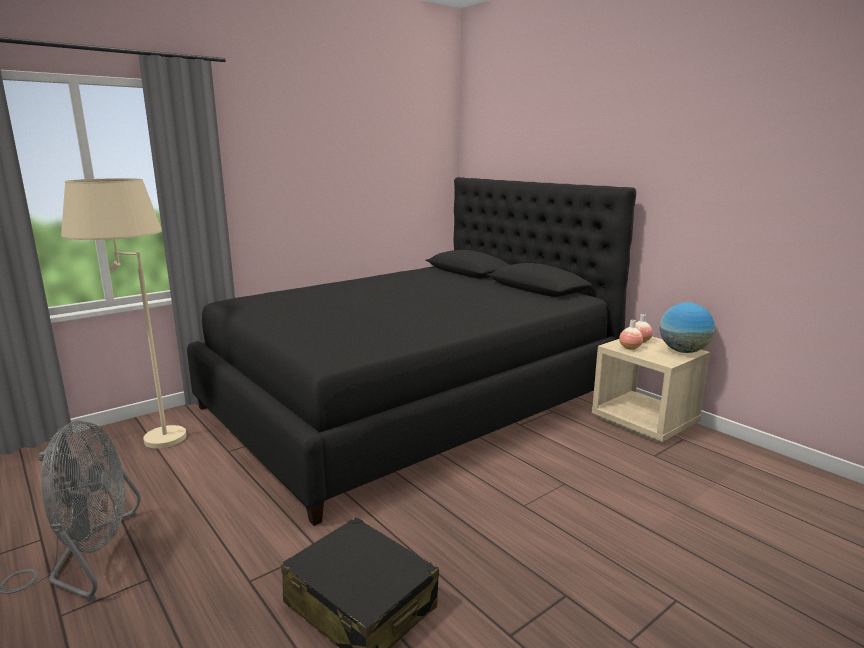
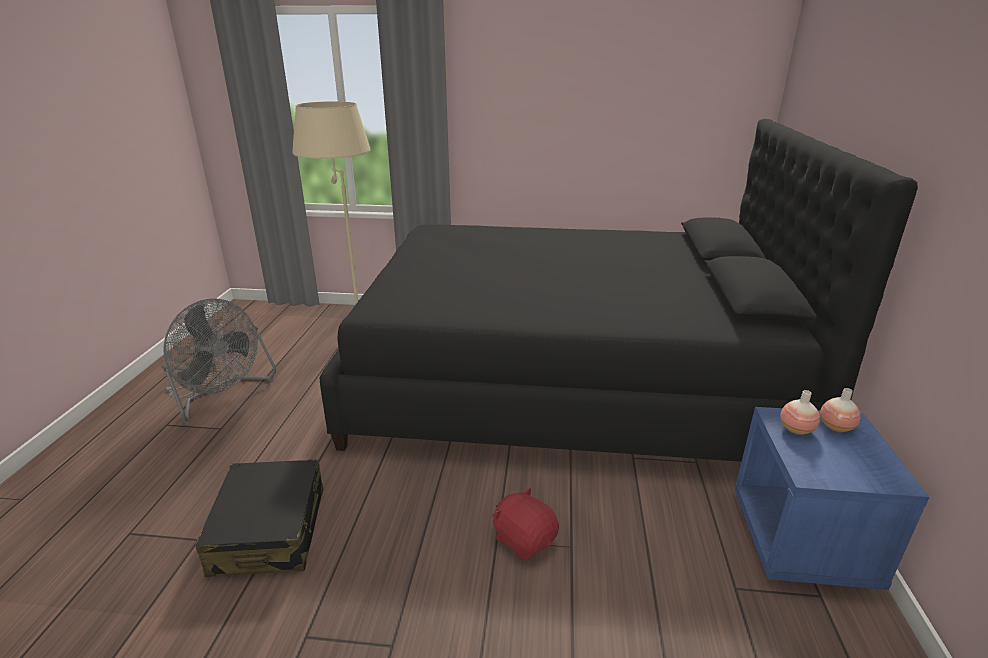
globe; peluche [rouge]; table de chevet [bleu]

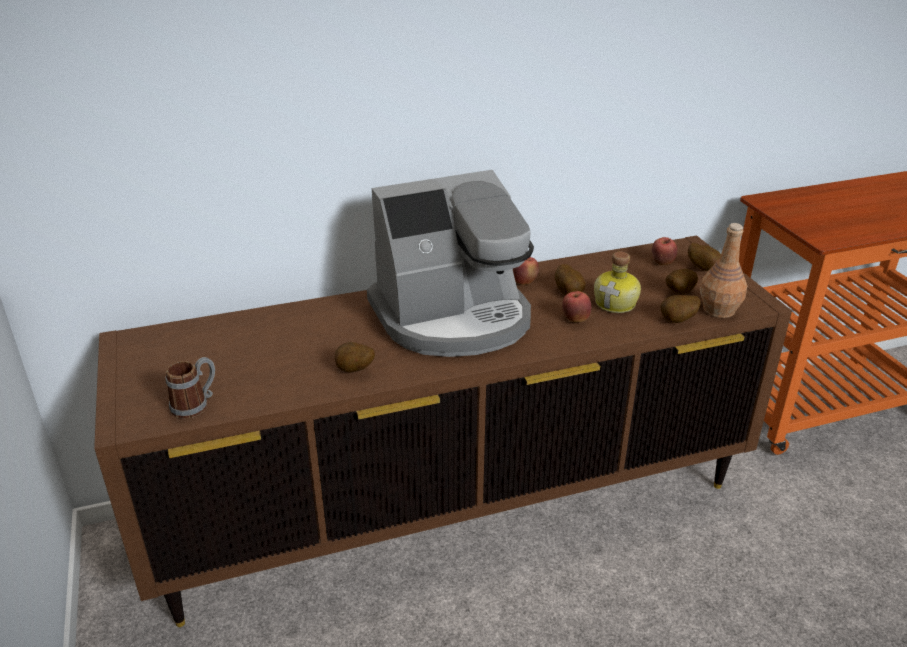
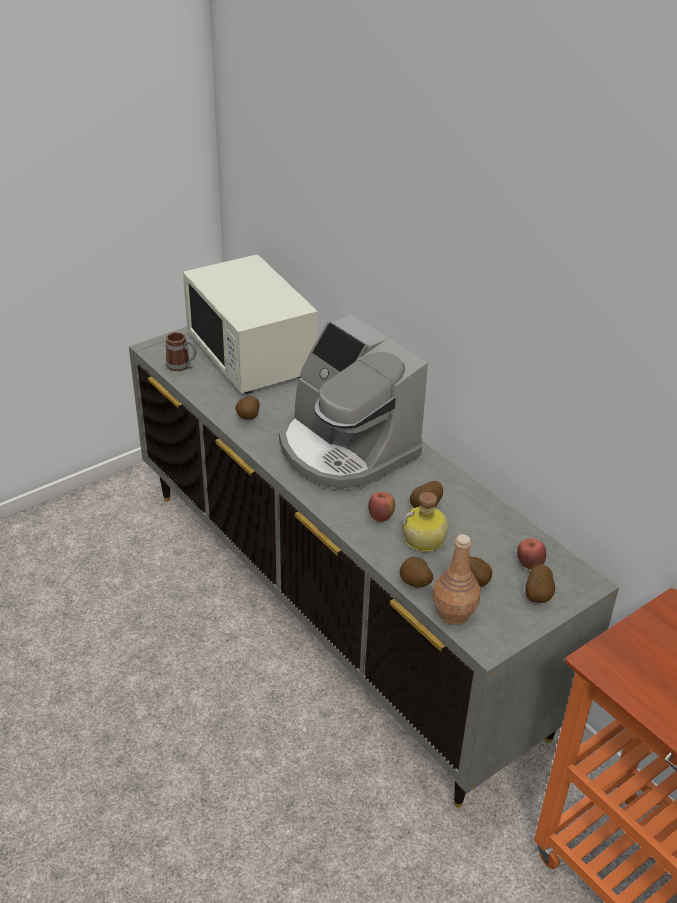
pomme (no. 1 from left in the first image); micro-ondes [blanc]; meuble de rangement [gris]

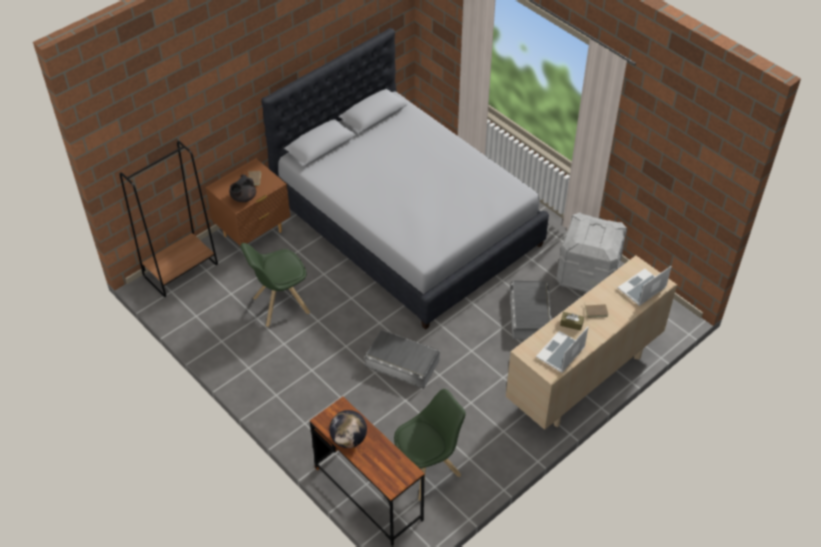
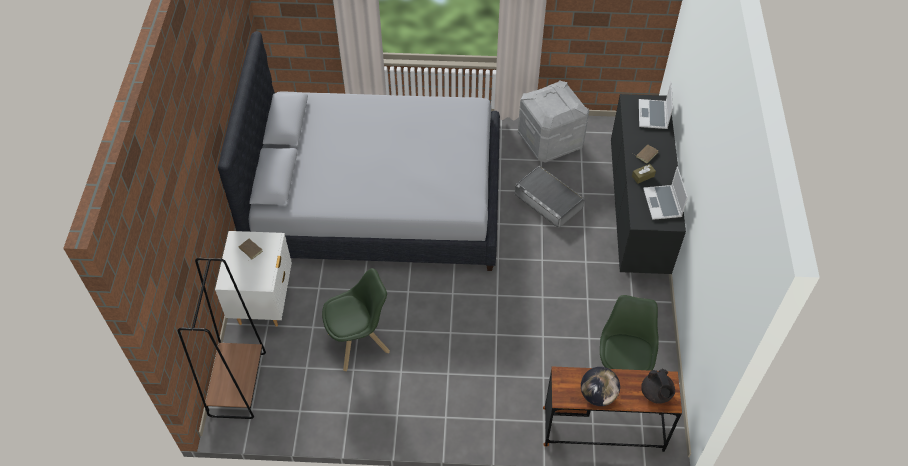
boîte de rangement [gris] (no. 1 from left in the first image); théière [noir]; table de chevet [blanc]; commode [noir]; chaise [vert] (no. 1 from left)

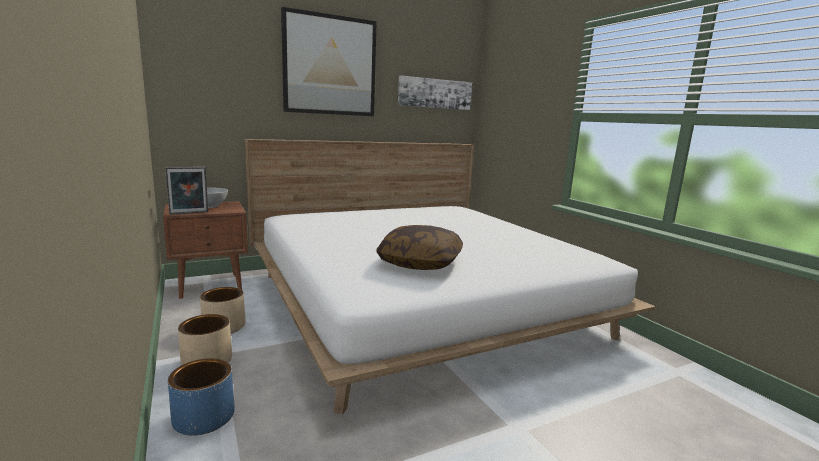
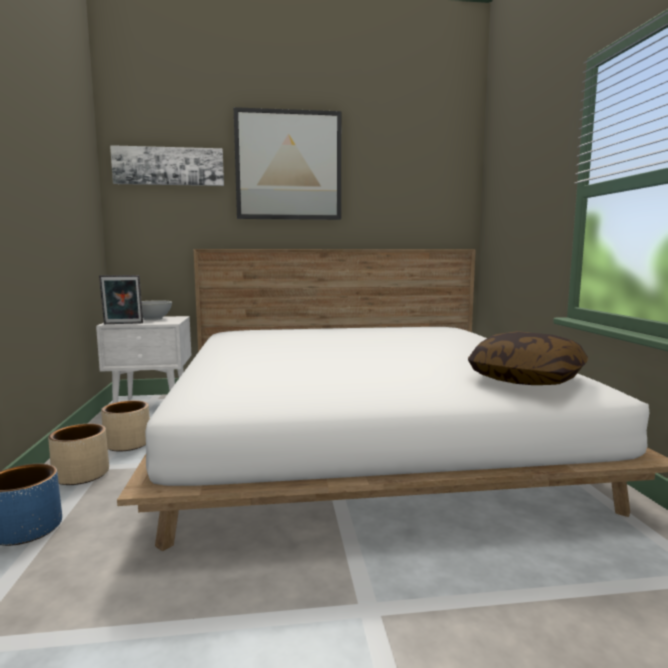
coussin; tableau (no. 1 from left); table de chevet [blanc]

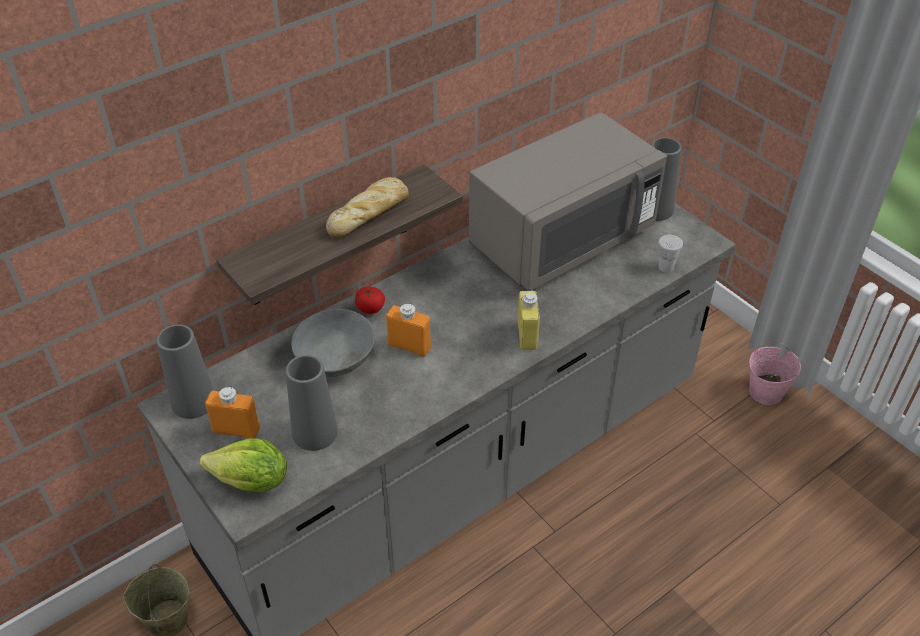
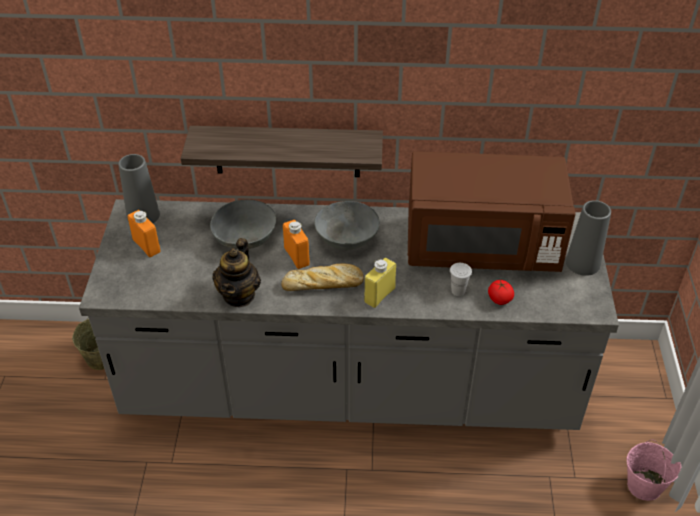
laitue; vase [gris] (no. 2 from left in the first image); théière; bol [gris] (no. 2 from left); pain; tomate; tasse [blanc]; micro-ondes [marron]

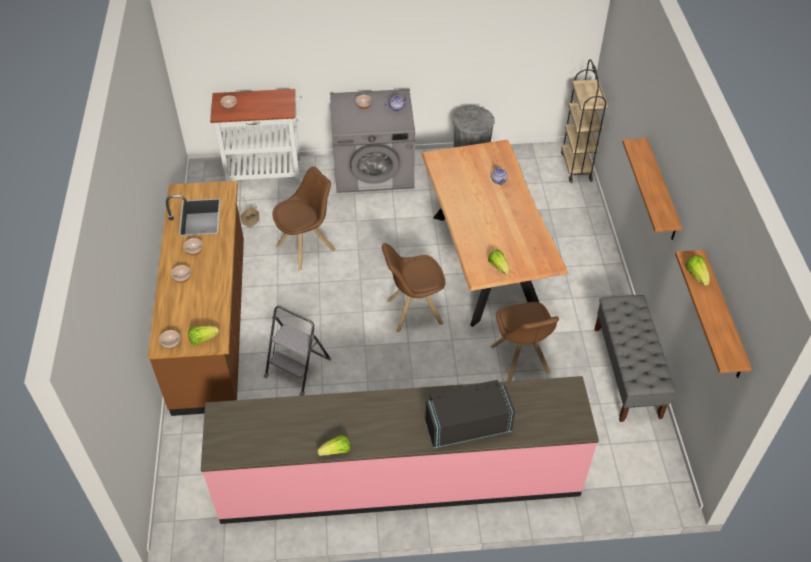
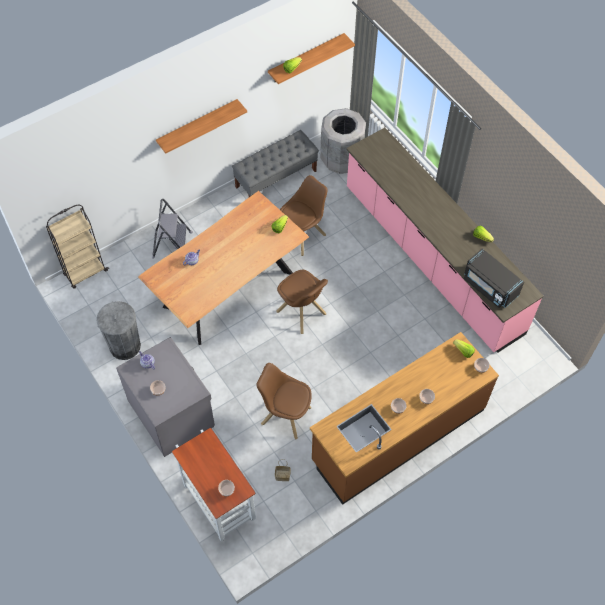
poubelle [gris] (no. 2 from left); escabeau [gris]; micro-ondes [noir]

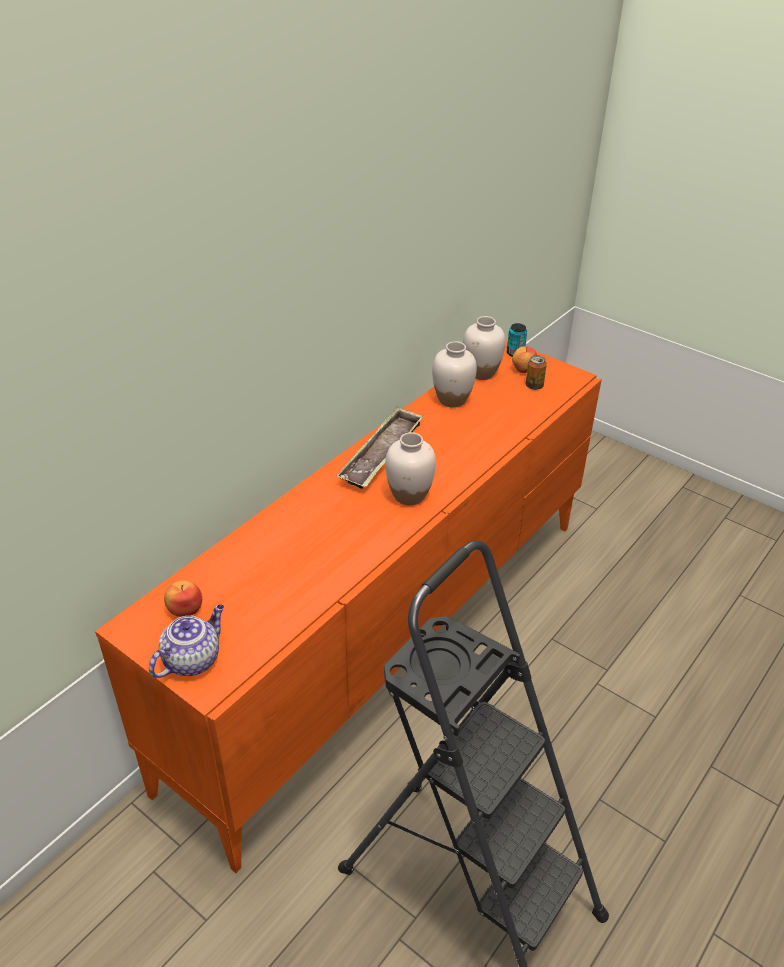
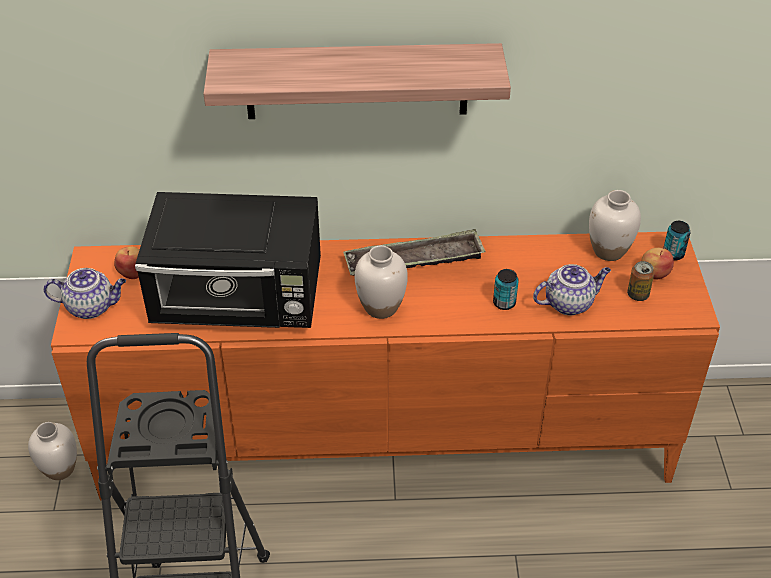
micro-ondes [noir]; étagère; boîte métallique (no. 1 from left); théière (no. 2 from left); vase [blanc] (no. 1 from left)

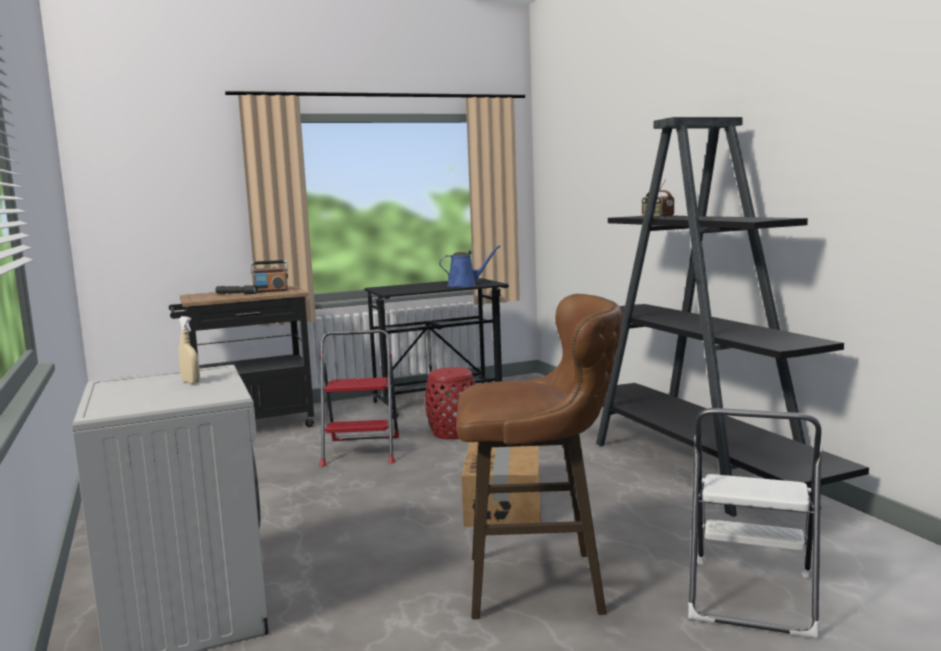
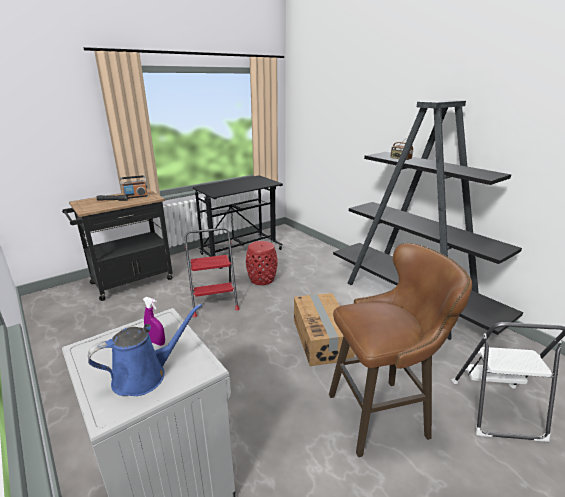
arrosoir [bleu]; vaporisateur [violet]

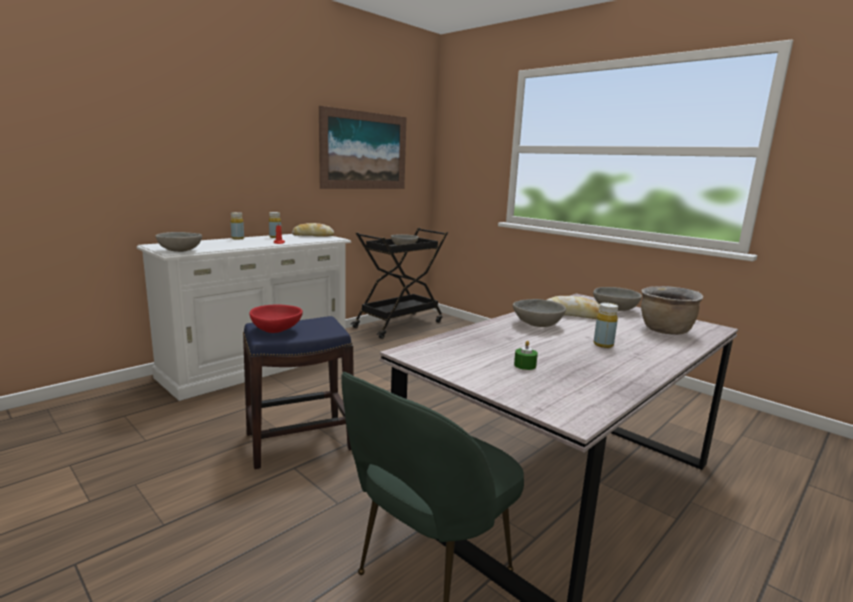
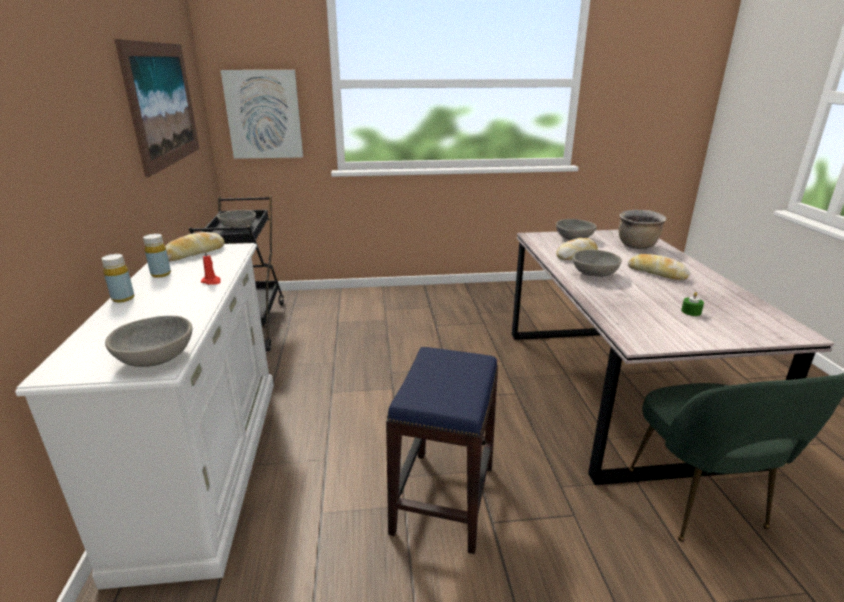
bol [rouge]; tableau (no. 2 from left); pain (no. 3 from left)

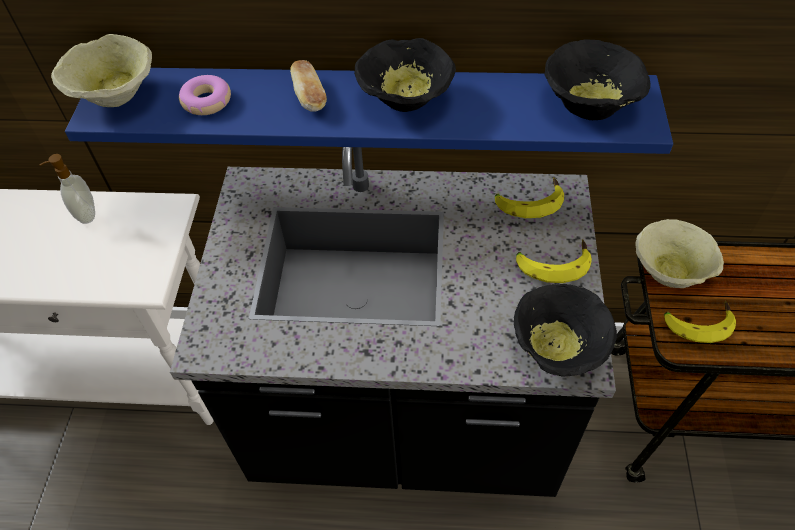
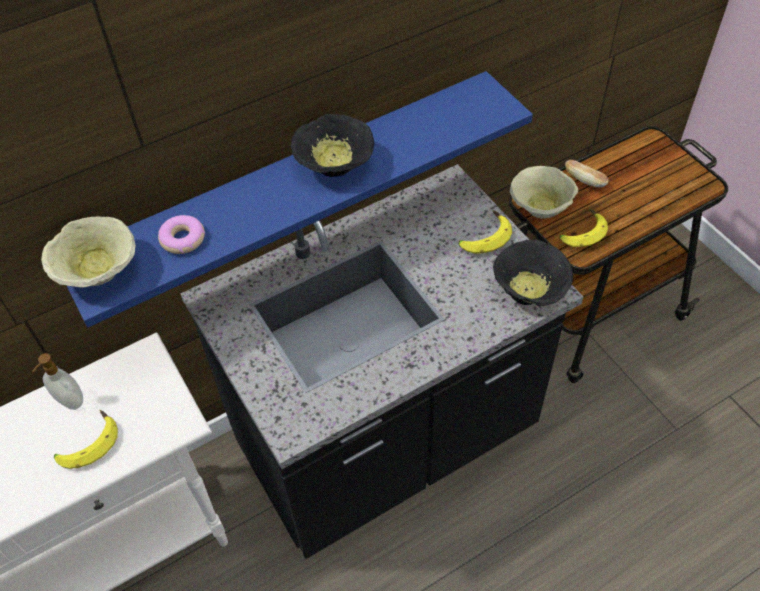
bol [noir] (no. 3 from left in the first image); pain; banane (no. 1 from left)

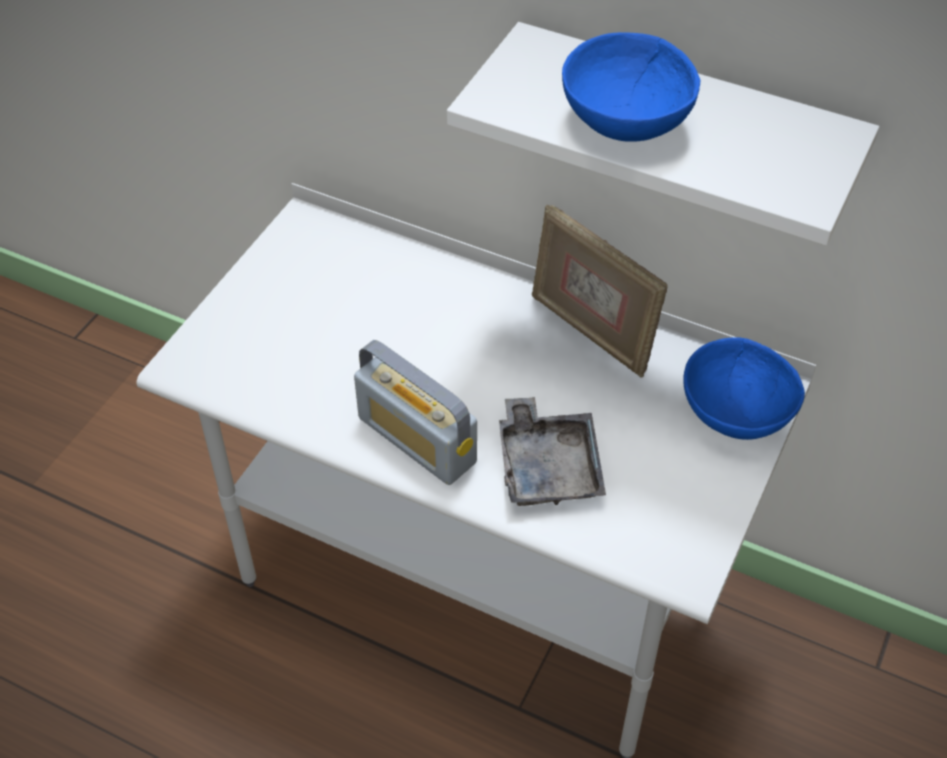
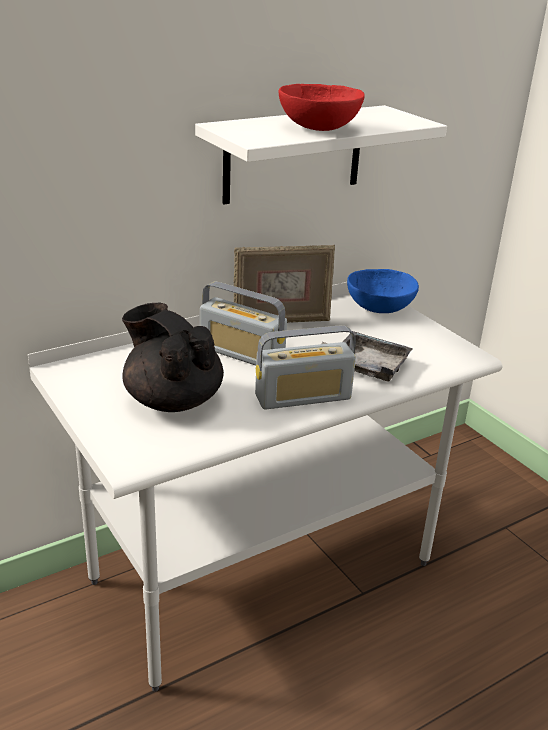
théière [noir]; radio (no. 1 from left); bol [rouge]

